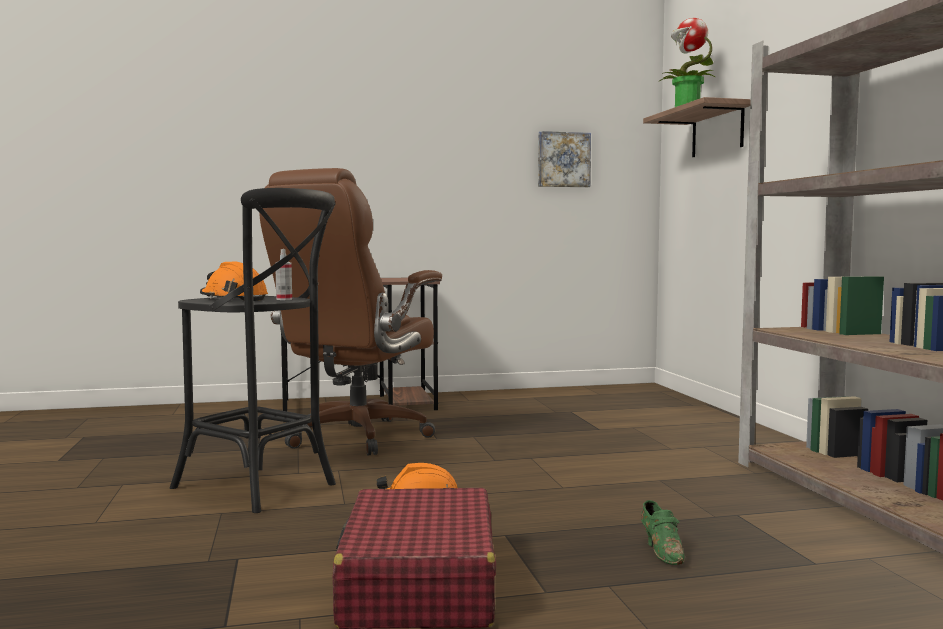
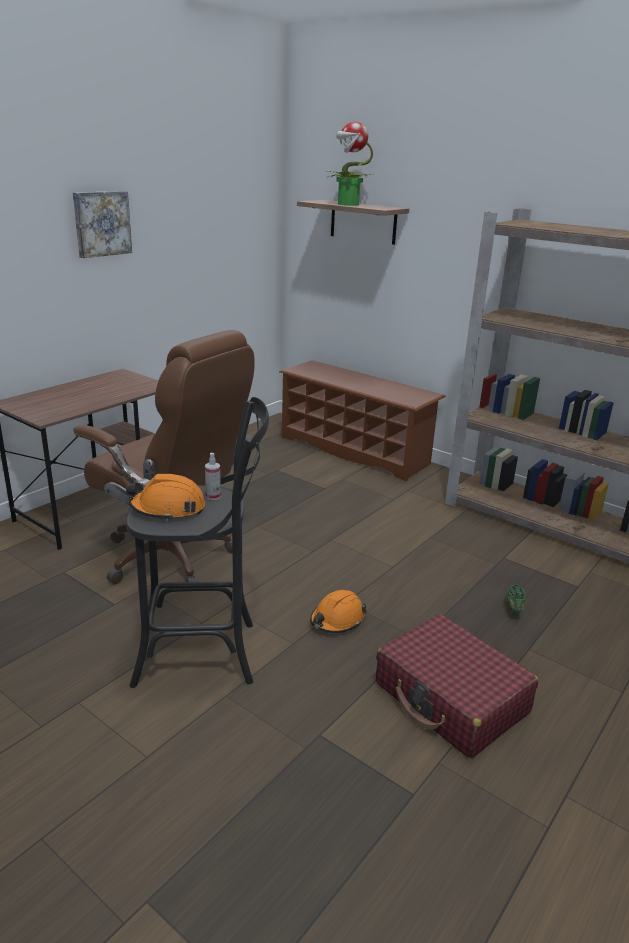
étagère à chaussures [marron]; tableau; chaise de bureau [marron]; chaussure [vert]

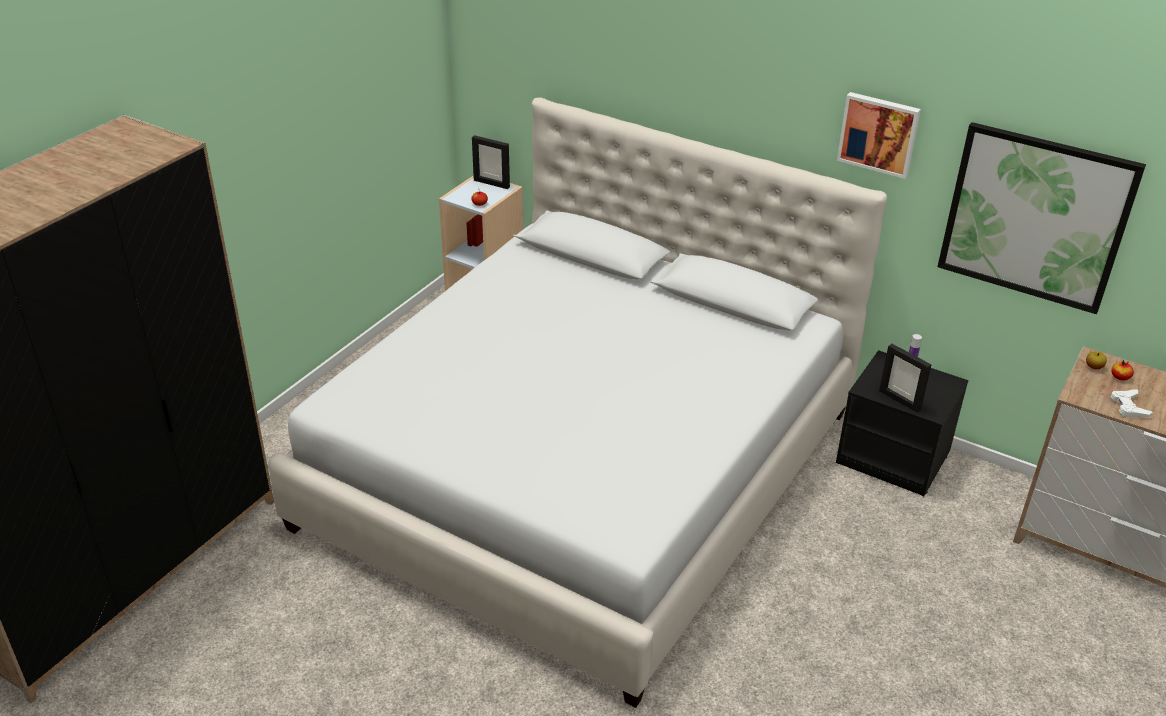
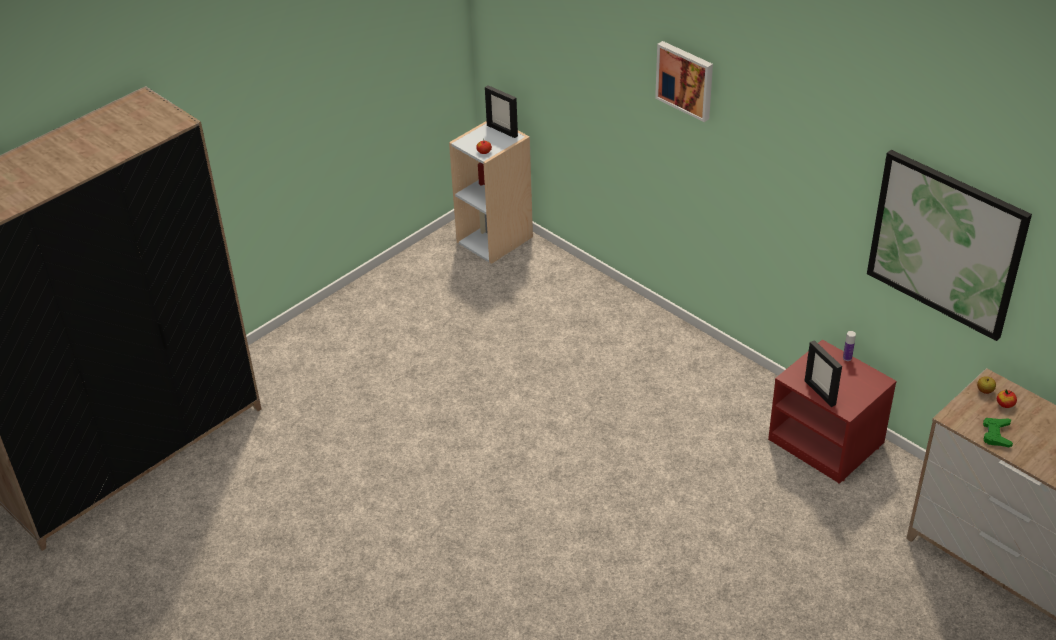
lit [blanc]; tableau (no. 1 from left); table de chevet [rouge]; manette [vert]

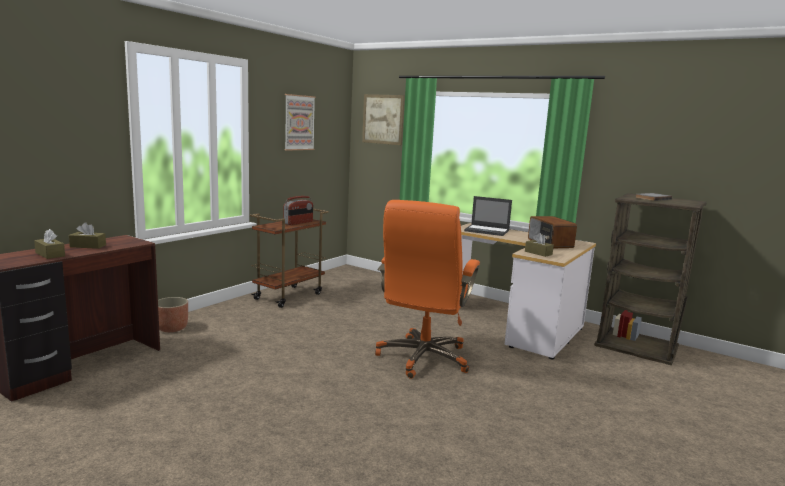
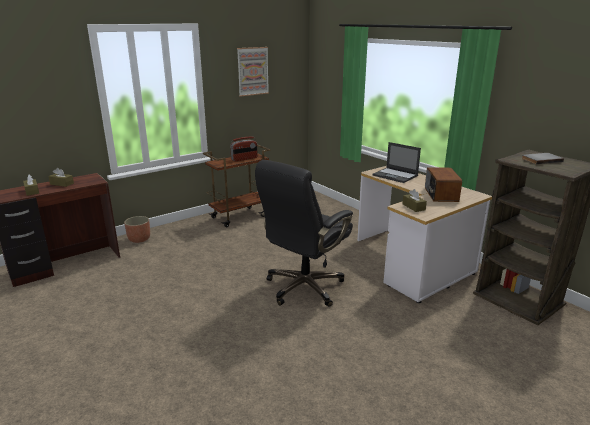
tableau (no. 2 from left in the first image); chaise de bureau [noir]

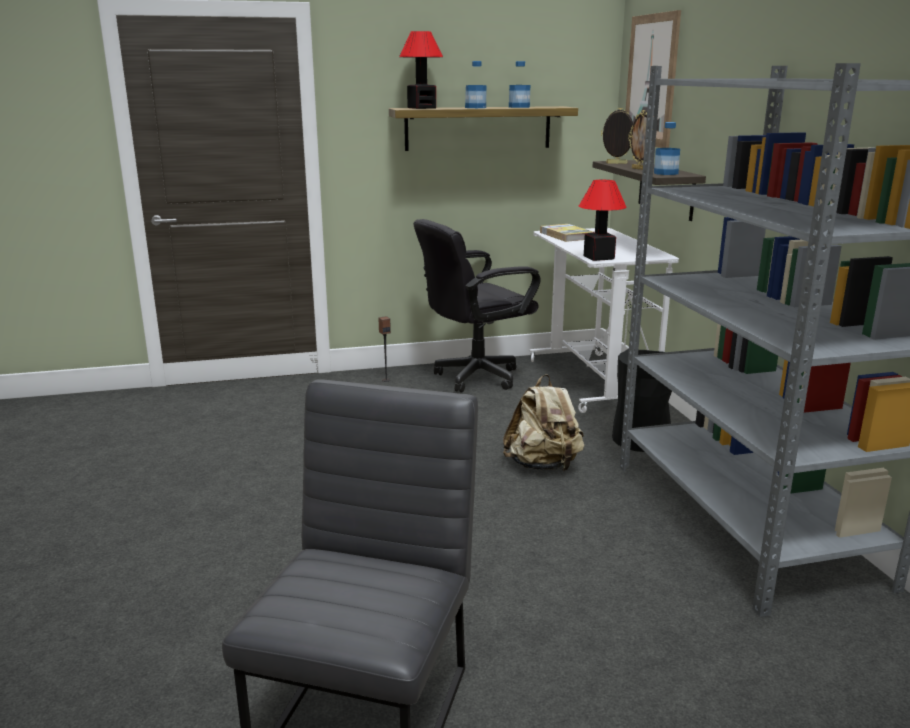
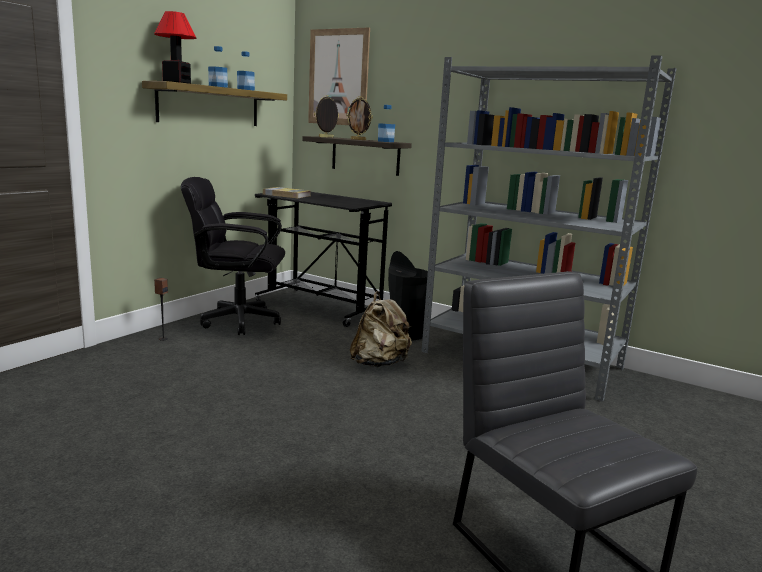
lampe de table (no. 2 from left in the first image); bureau [noir]; chaise de bureau [noir]

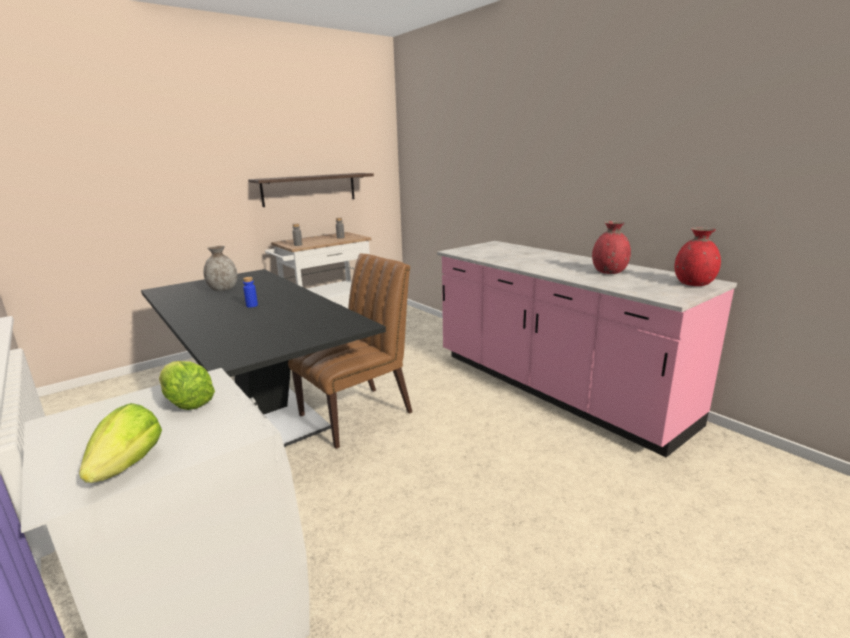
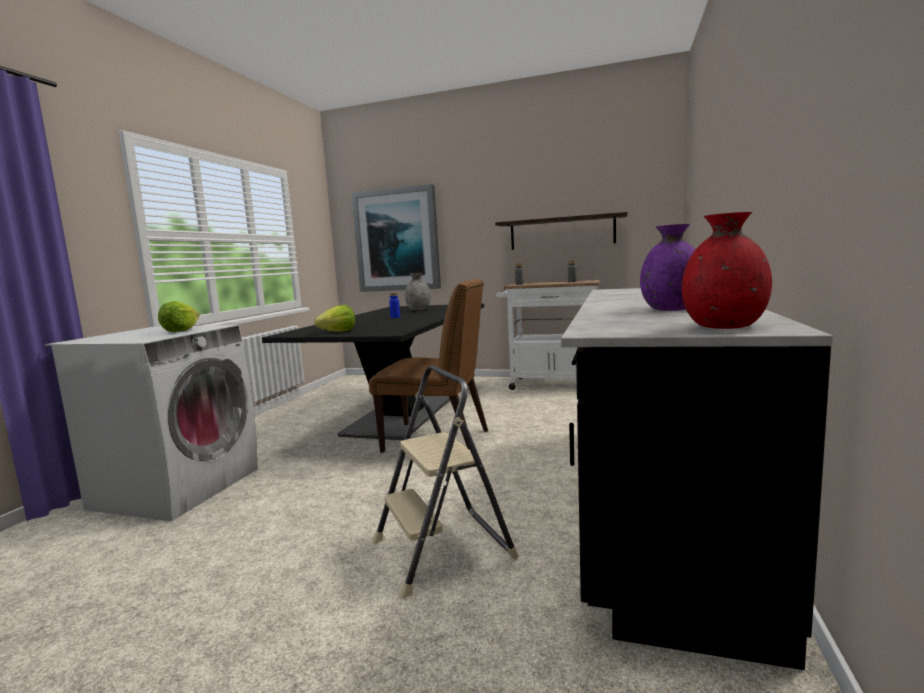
tableau; escabeau [beige]; laitue (no. 2 from left); comptoir de cuisine [noir]; vase [violet]

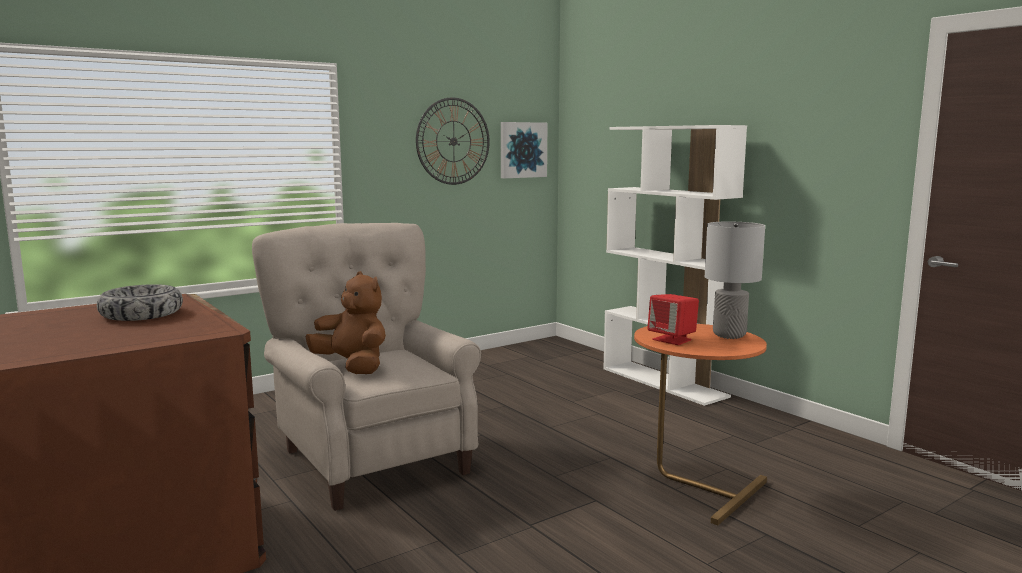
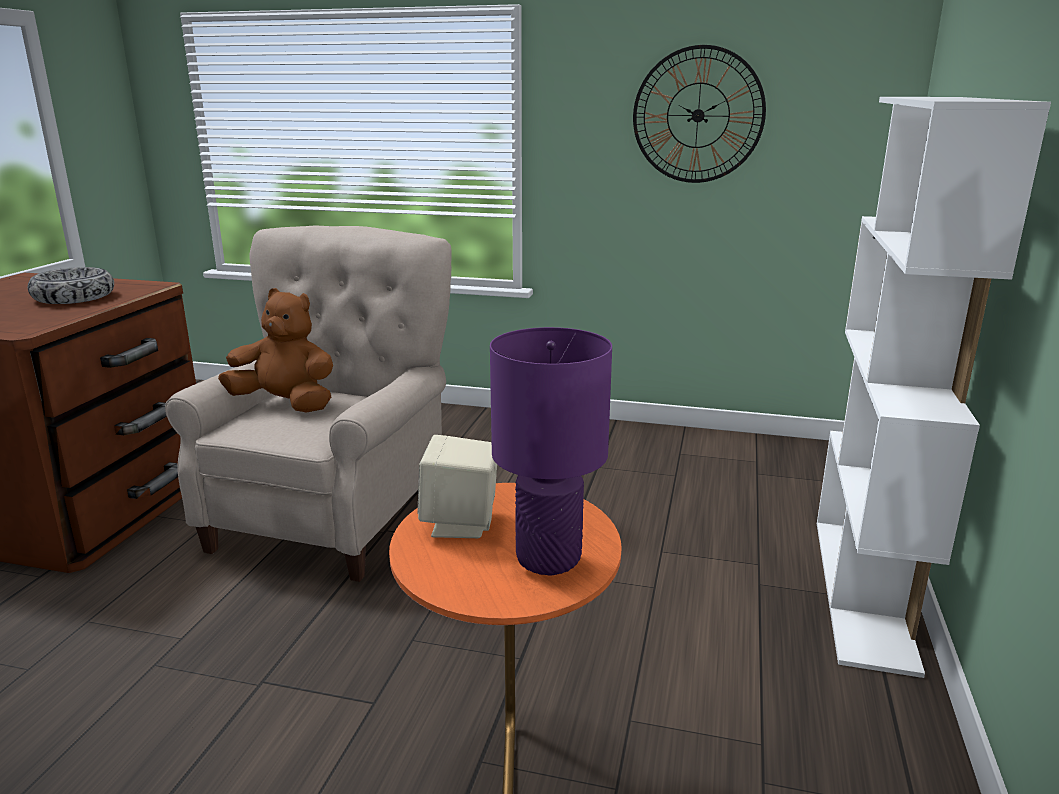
tableau; enceinte [beige]; lampe de table [violet]; peluche [marron]

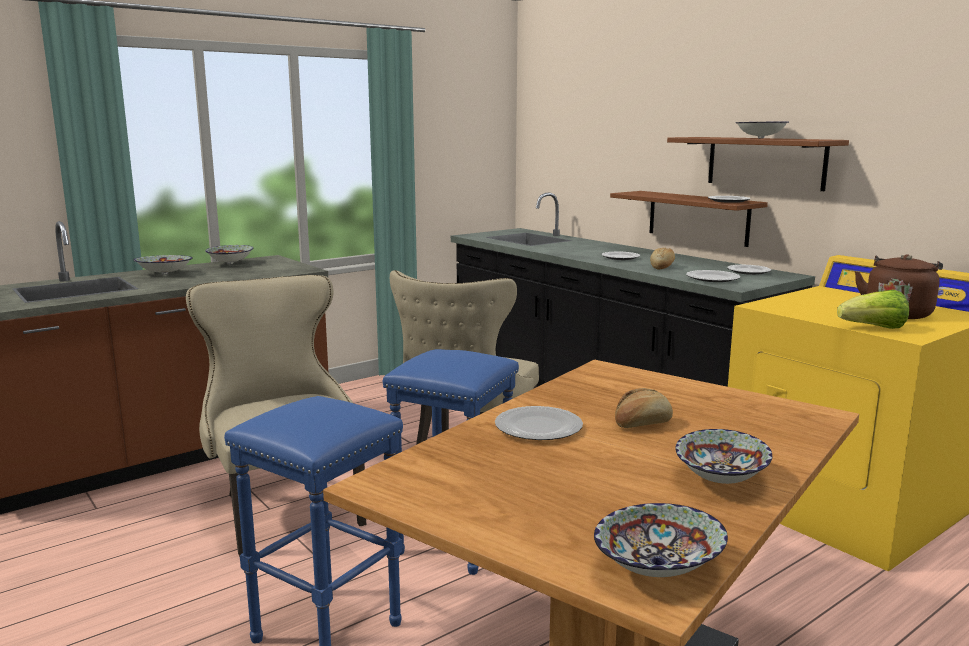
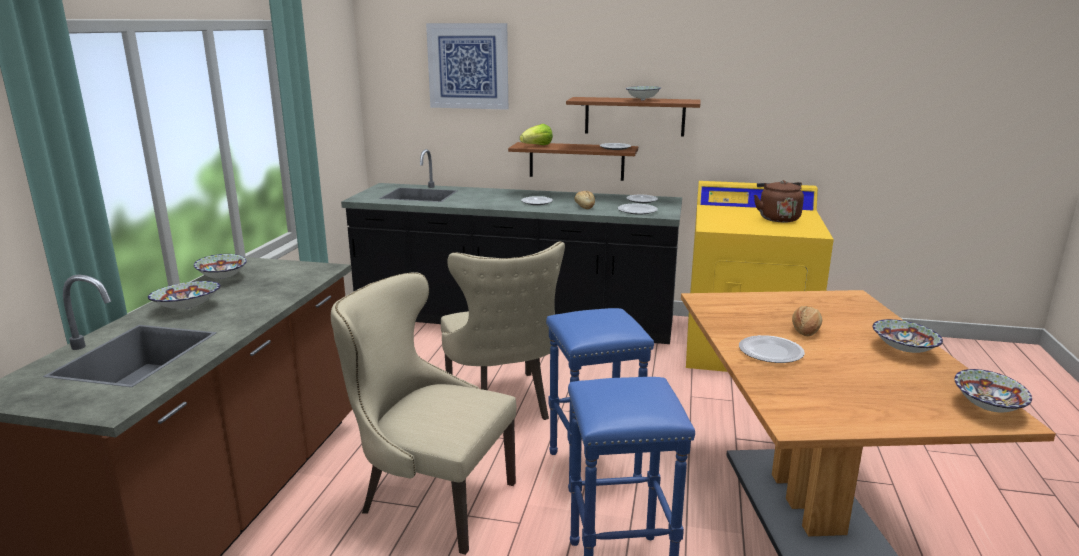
tableau; laitue

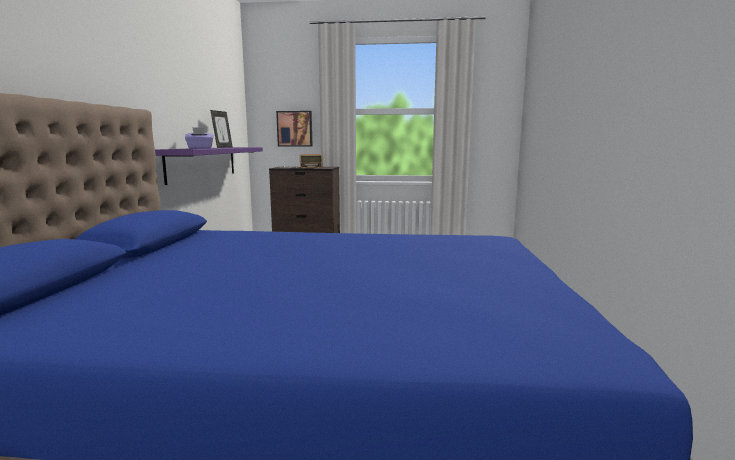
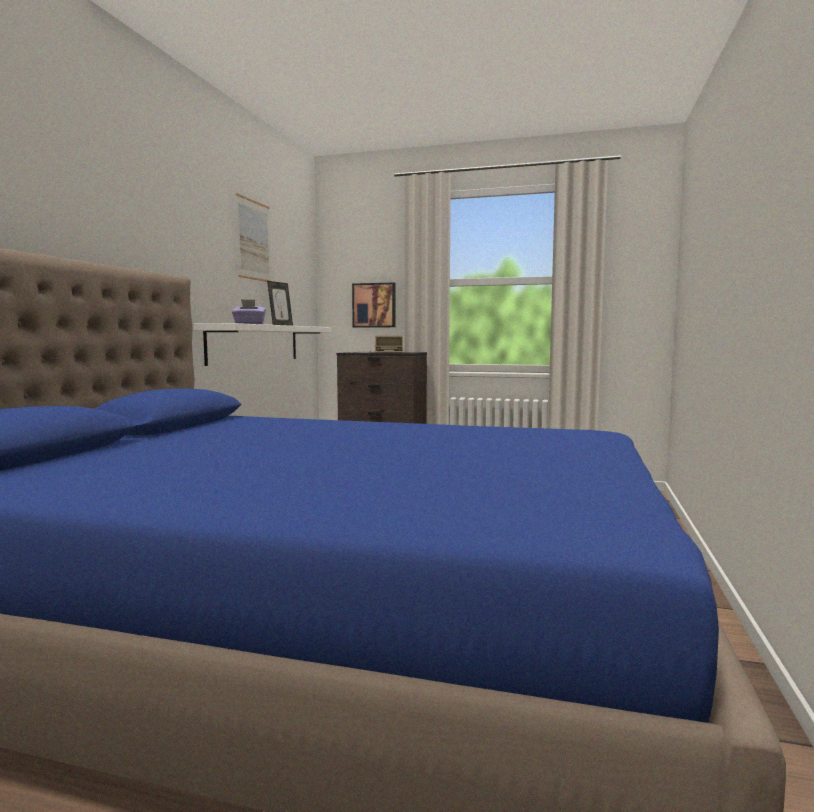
tableau (no. 1 from left); étagère [blanc]

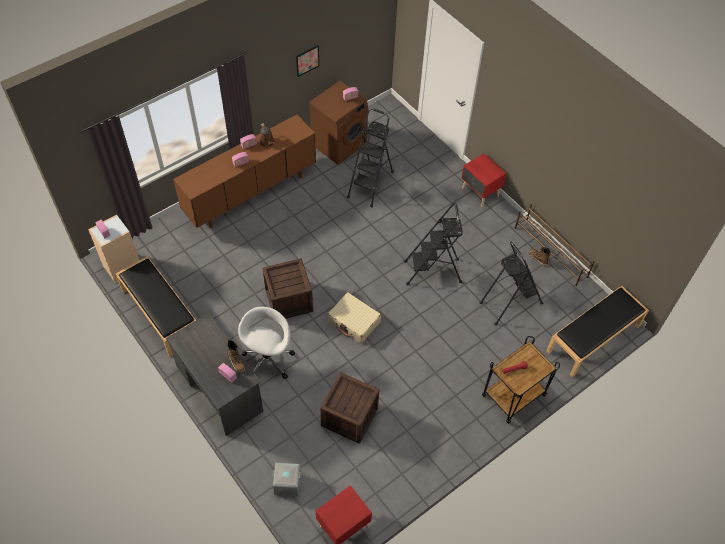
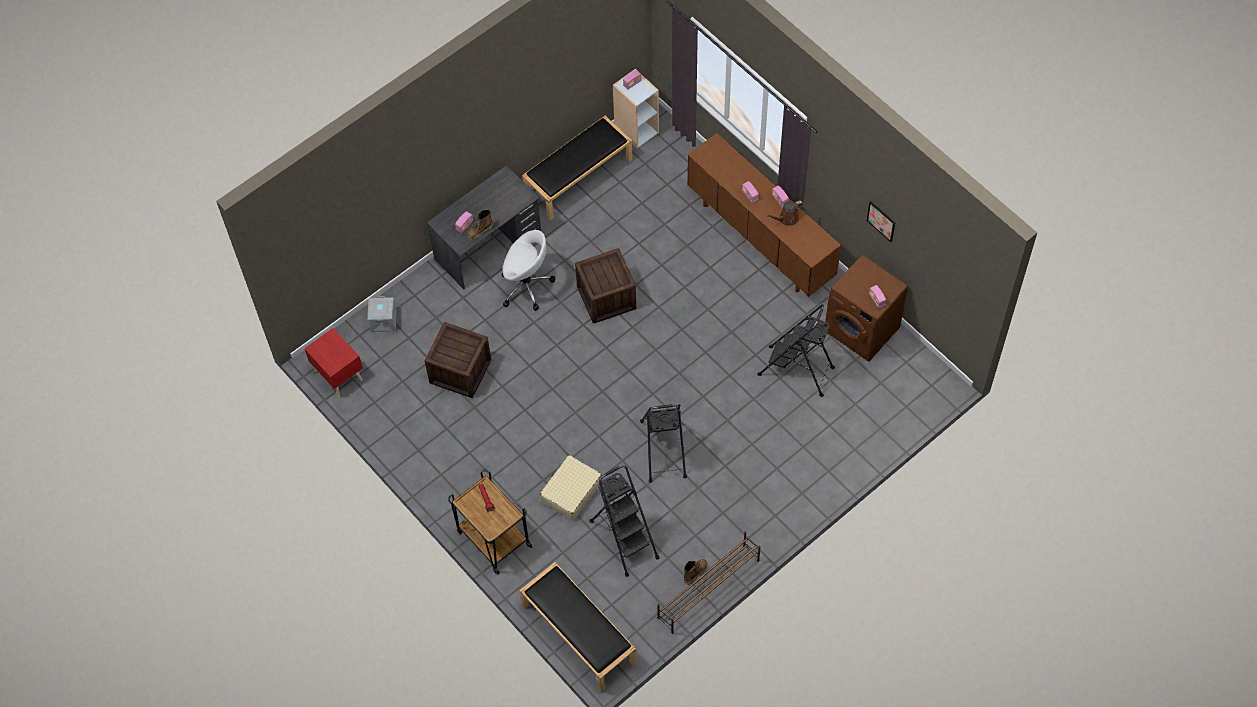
table de chevet [rouge] (no. 2 from left in the first image); valise [beige]

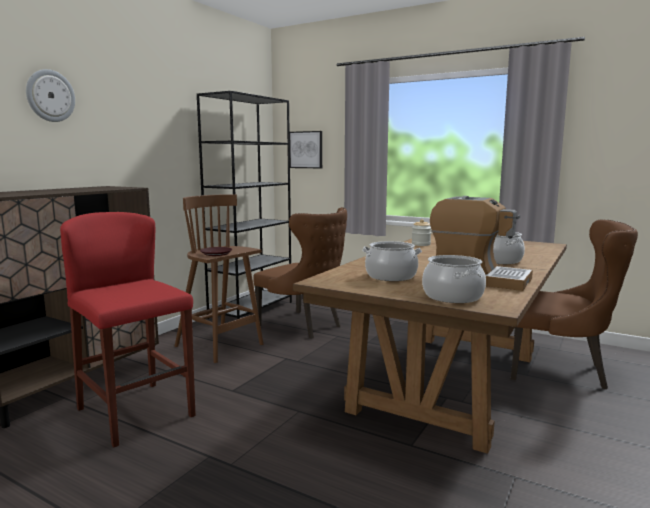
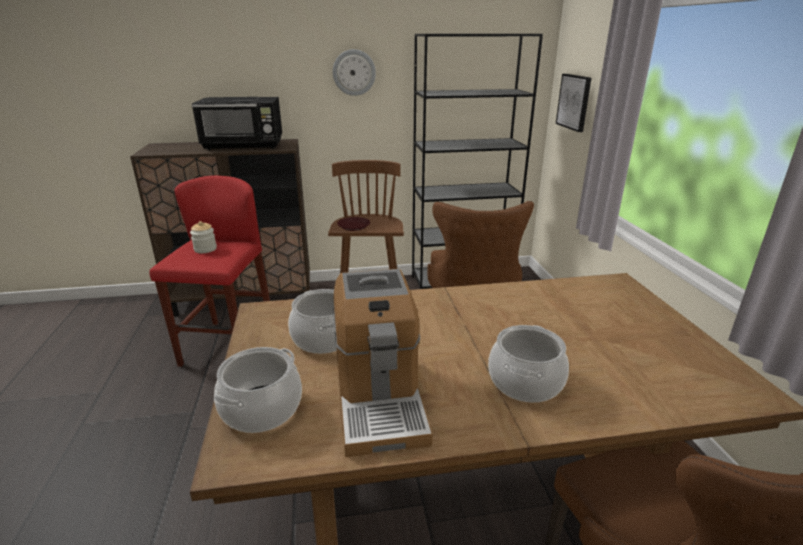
micro-ondes [noir]; horloge murale; bocal

